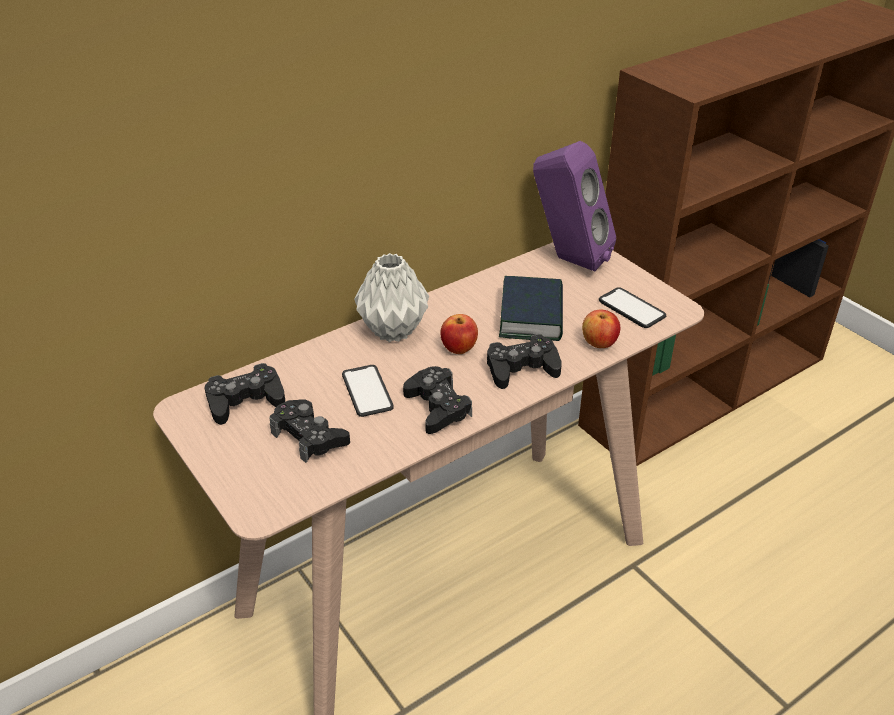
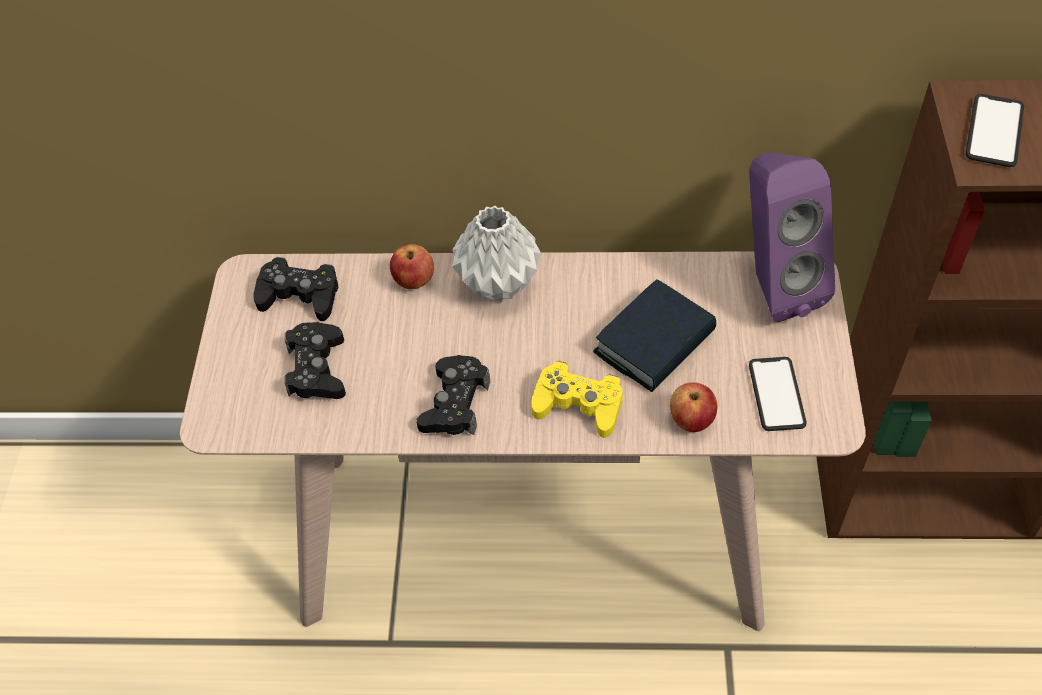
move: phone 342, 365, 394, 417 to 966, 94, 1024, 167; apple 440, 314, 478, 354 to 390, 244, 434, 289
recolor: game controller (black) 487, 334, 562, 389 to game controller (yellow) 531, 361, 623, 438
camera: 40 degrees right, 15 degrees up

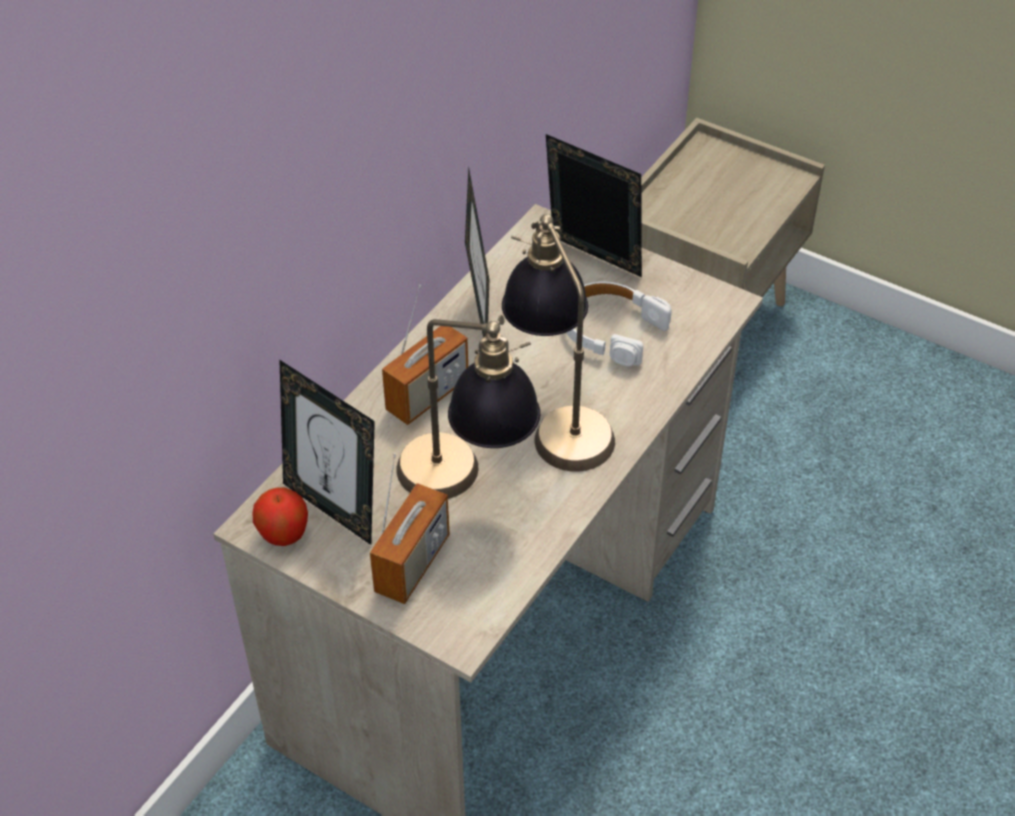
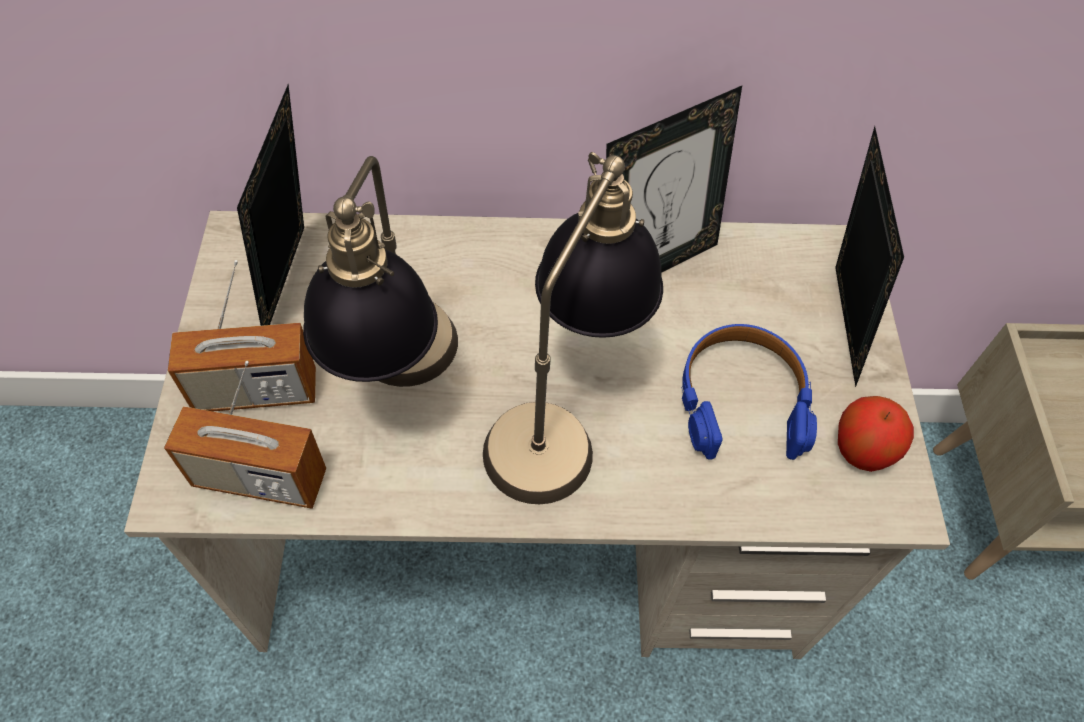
move: apple 252, 487, 308, 546 to 838, 396, 914, 472; radio 382, 285, 468, 425 to 164, 361, 326, 509
recolor: headphones (white) 566, 282, 672, 366 to headphones (blue) 682, 324, 817, 460
camera: 55 degrees right, 10 degrees up

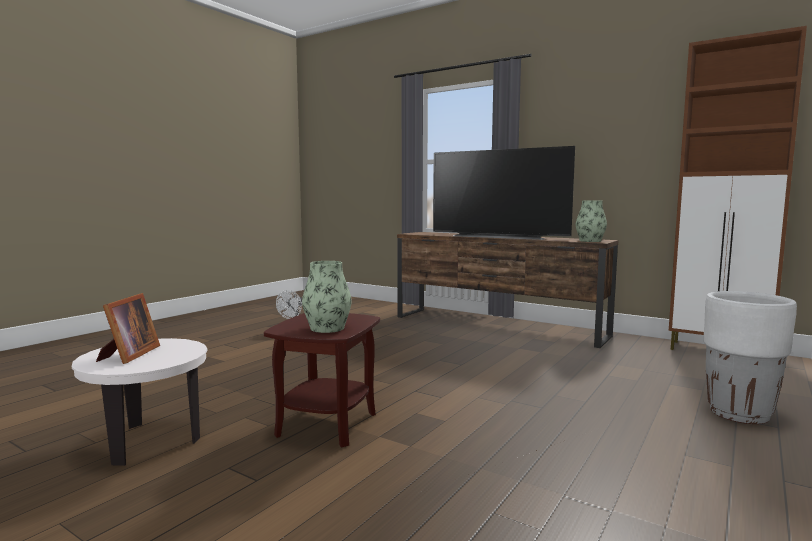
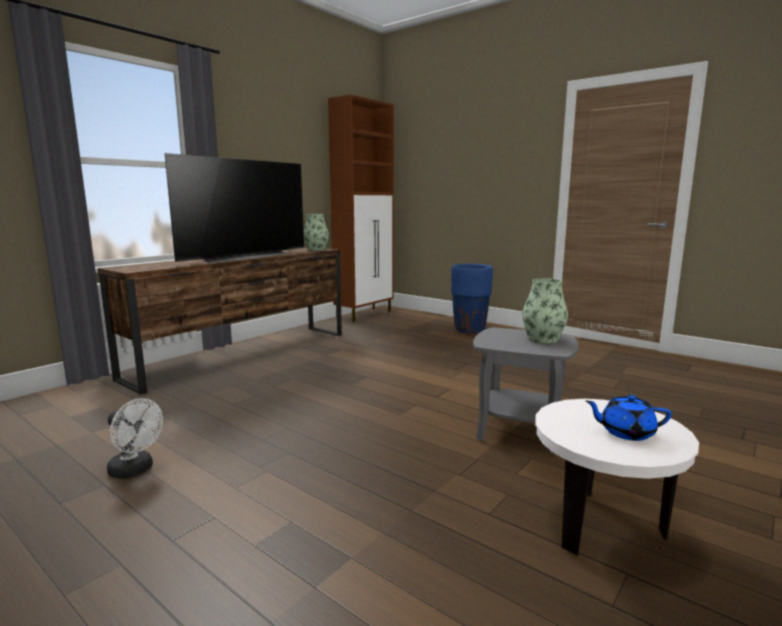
replace: picture frame 96, 293, 160, 364 to teapot (blue) 585, 394, 672, 441
recolor: side table (brown) 264, 313, 380, 447 to side table (grey) 473, 327, 579, 454; planter (white) 703, 291, 797, 424 to planter (blue) 451, 264, 493, 334
camera: 85 degrees left, 5 degrees up

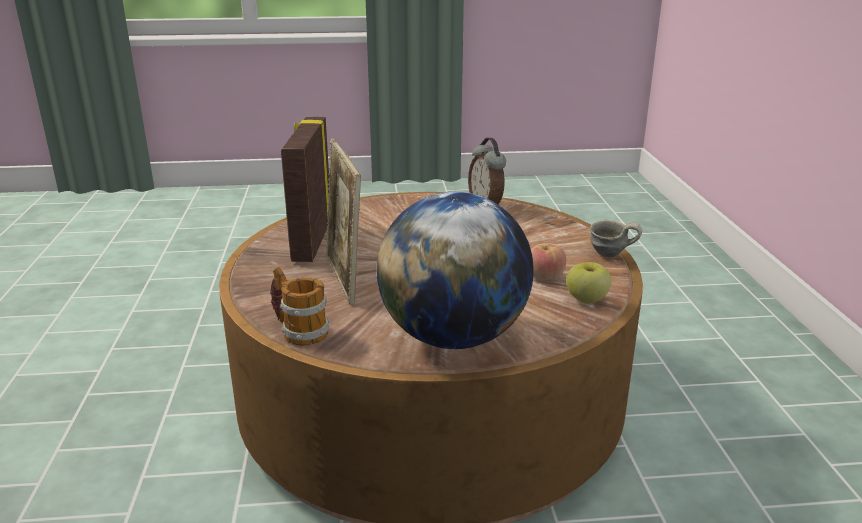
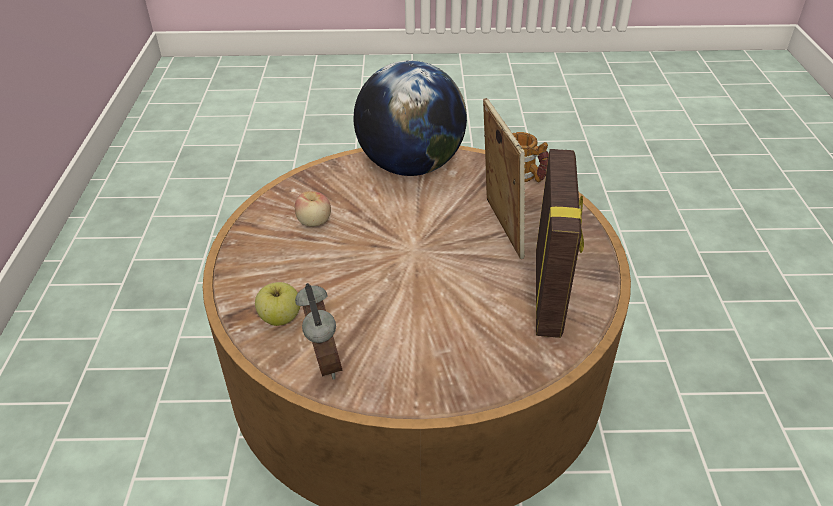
delete: mug (grey) 590, 220, 642, 258
move: apple 566, 262, 611, 303 to 255, 282, 300, 326
camera: 175 degrees left, 15 degrees up

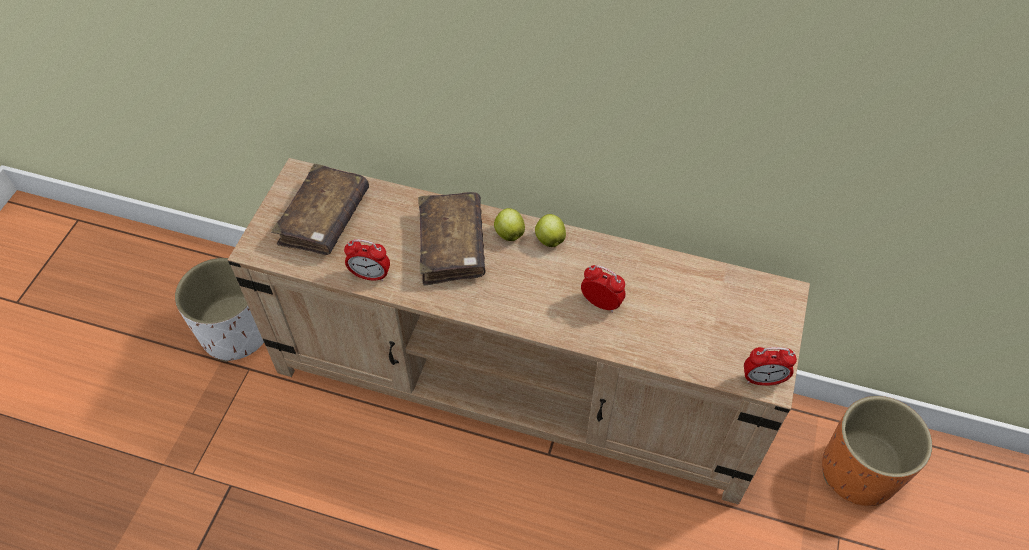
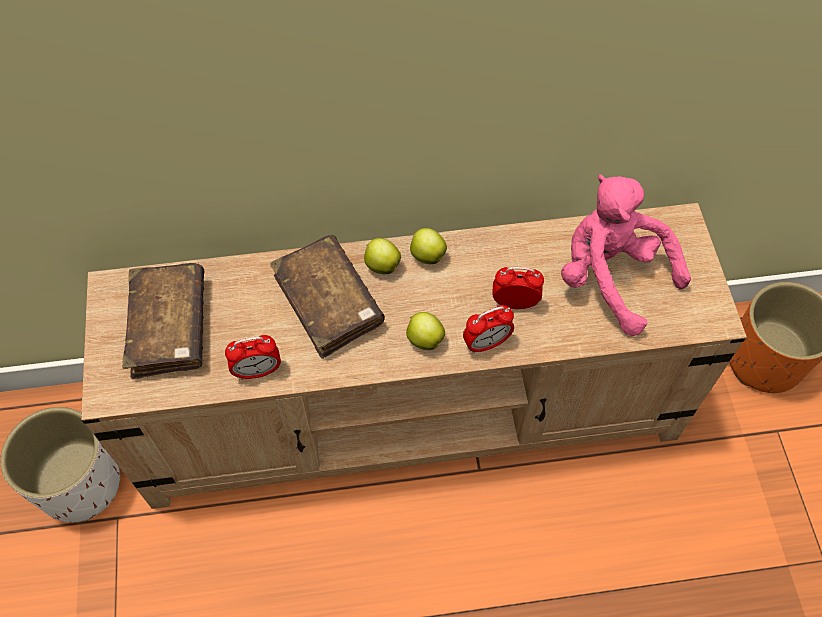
insert: apple 406, 312, 445, 350; plush toy (pink) 561, 175, 691, 336
move: alarm clock 744, 347, 797, 386 to 463, 305, 514, 354
camera: 25 degrees left, 5 degrees up

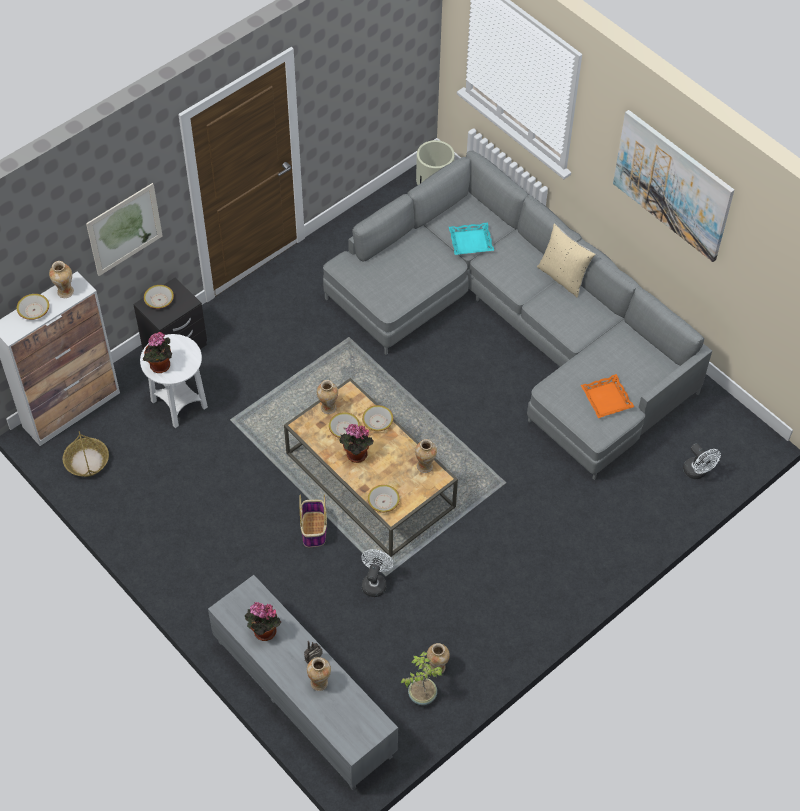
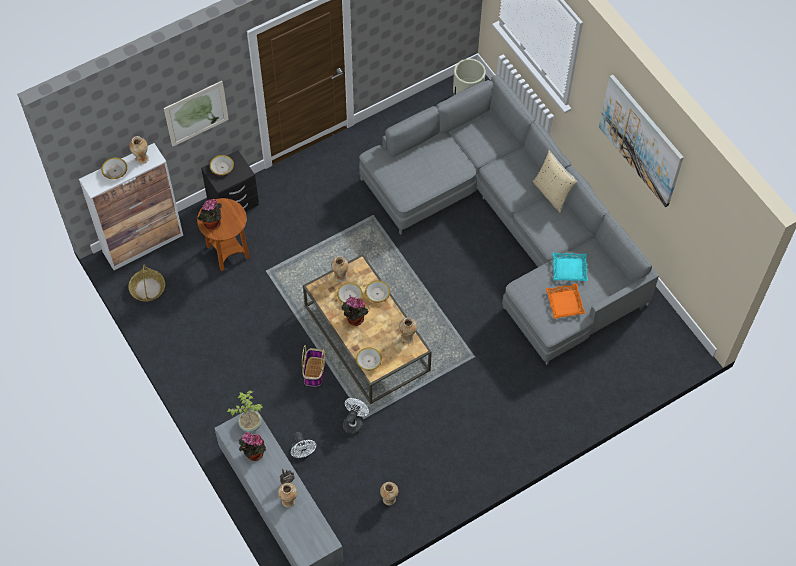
move: potted plant 400, 652, 443, 705 to 227, 390, 262, 432; tray (turquoise) 449, 223, 494, 255 to 552, 253, 588, 281; fan (white) 683, 443, 721, 479 to 291, 432, 316, 460
recolor: side table (white) 140, 334, 208, 428 to side table (brown) 197, 198, 250, 271
camera: 10 degrees right, 5 degrees up

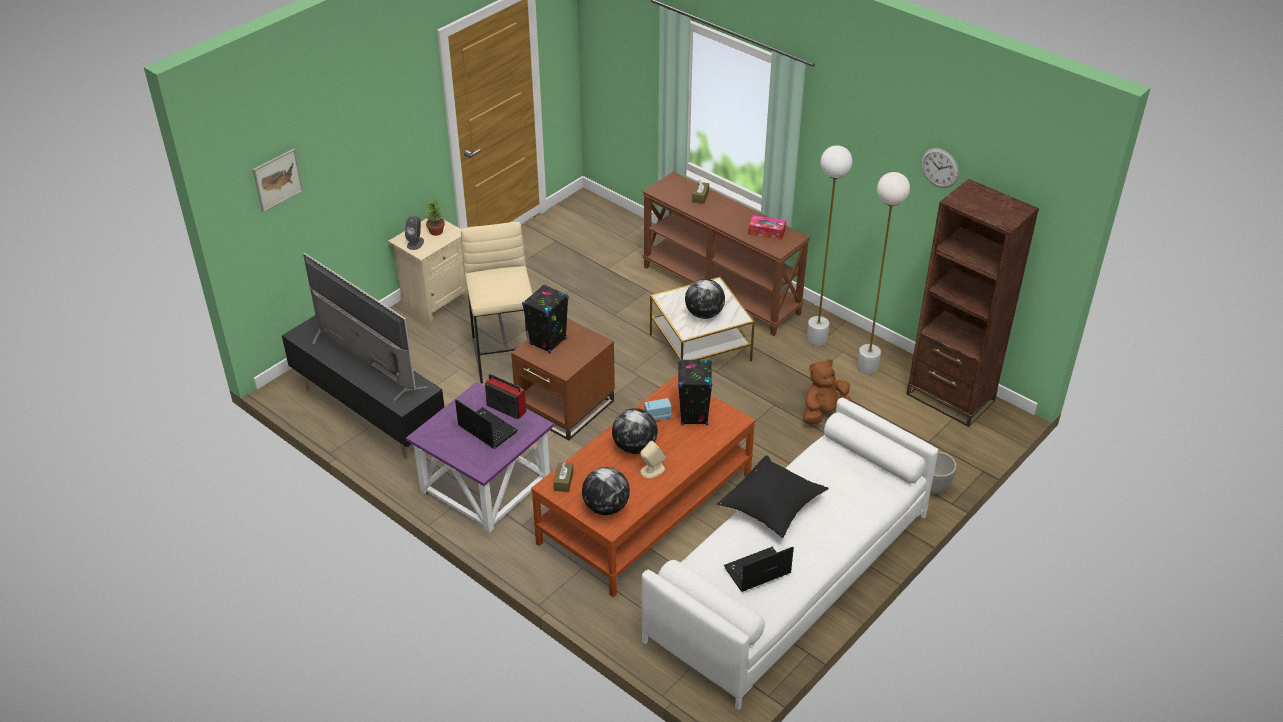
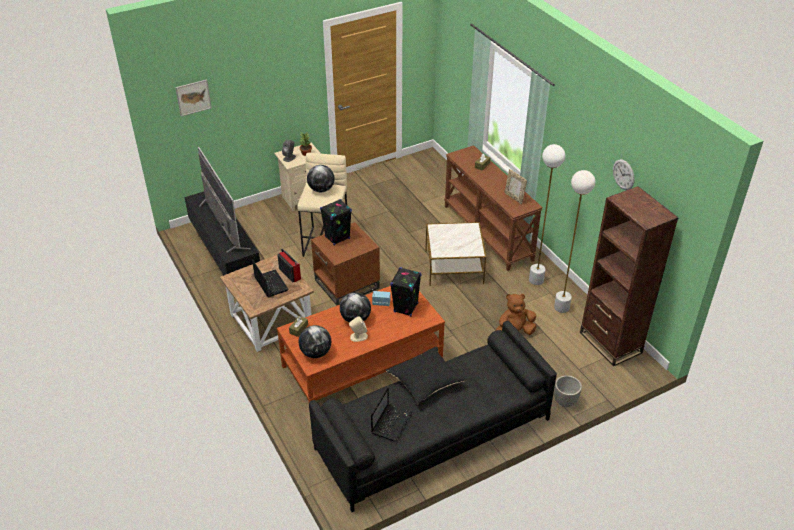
move: globe 685, 279, 725, 319 to 307, 165, 335, 192
replace: tissue box 749, 215, 786, 240 to picture frame 504, 169, 527, 204
recolor: side table (purple) 406, 382, 554, 533 to side table (brown) 220, 255, 314, 352; sofa (white) 641, 397, 938, 710 to sofa (black) 309, 321, 557, 512
rotate: laptop 724, 547, 794, 592 = 371, 387, 412, 442 120 degrees clockwise
camera: 20 degrees right, 0 degrees up

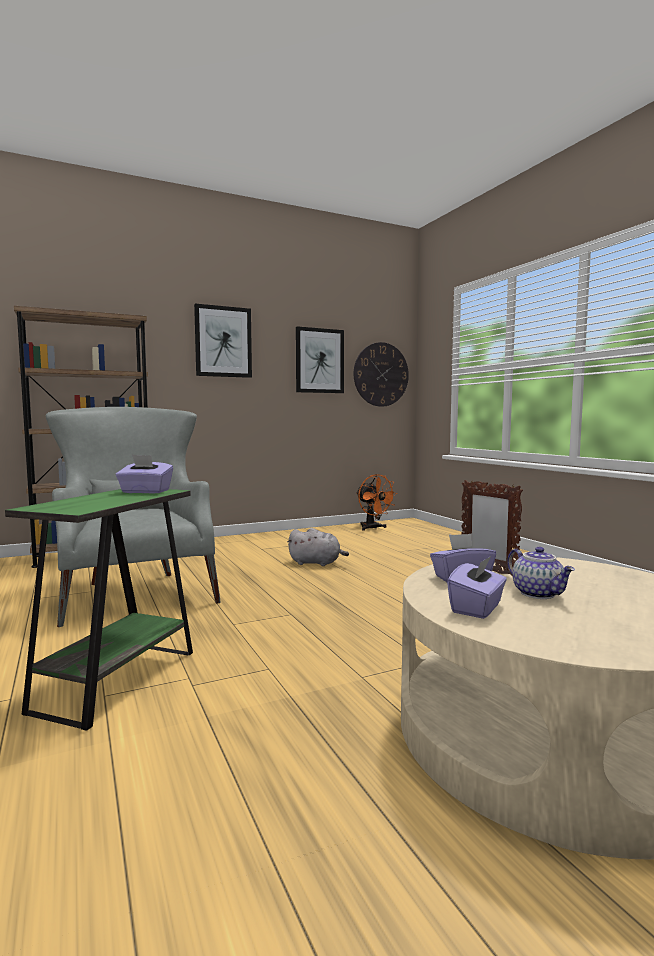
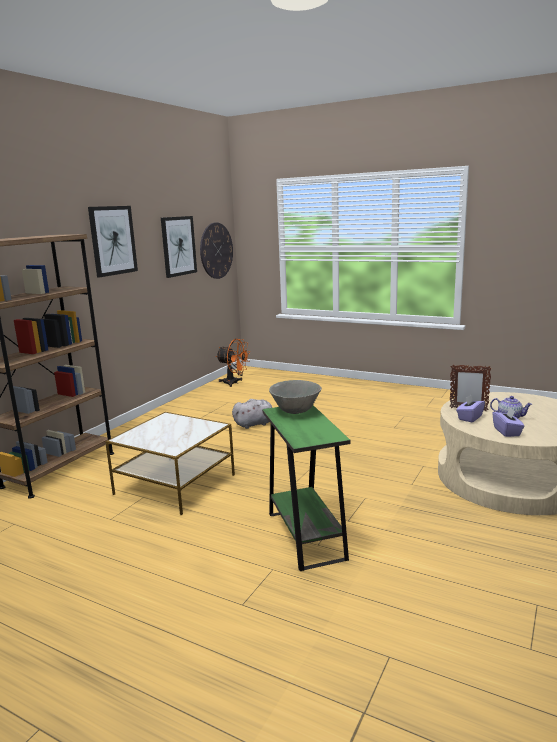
replace: armchair (grey) 46, 407, 221, 627 to side table 105, 412, 235, 515; tissue box (purple) 116, 455, 173, 494 to bowl (grey) 269, 380, 322, 414
camera: 35 degrees left, 10 degrees up

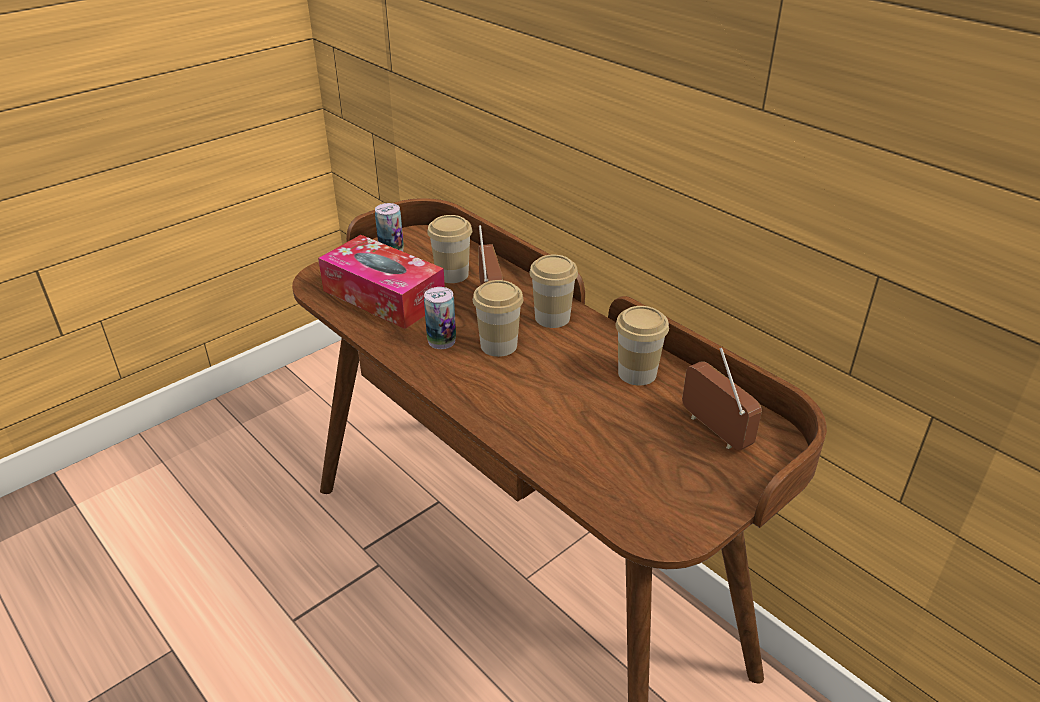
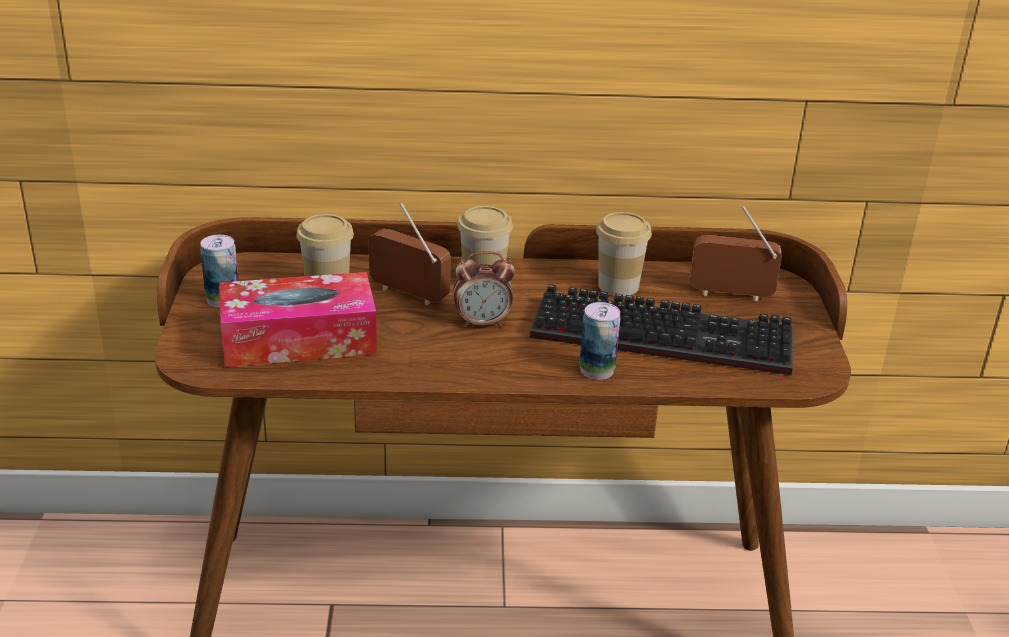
insert: keyboard 530, 284, 794, 375
move: can 424, 287, 456, 349 to 580, 302, 620, 380
replace: cup 473, 280, 524, 357 to alarm clock 453, 251, 515, 328
camera: 50 degrees left, 5 degrees down

